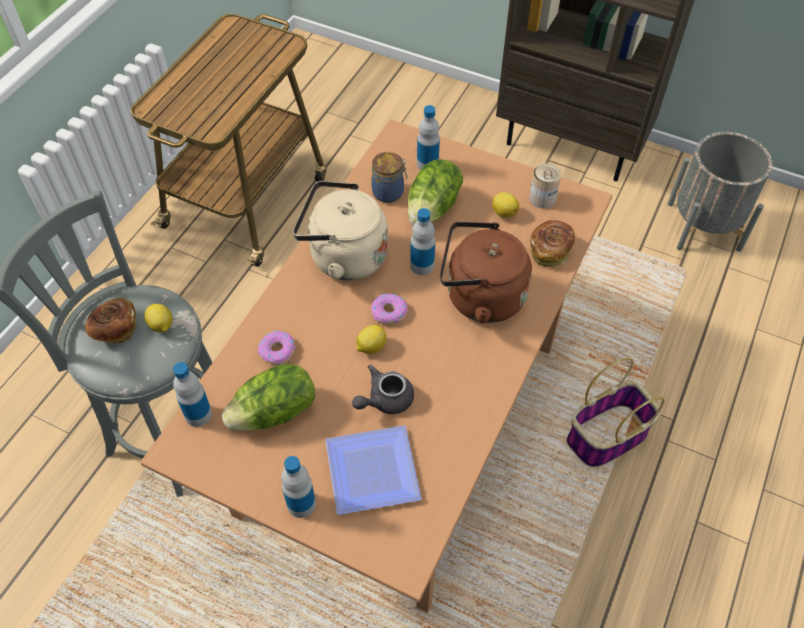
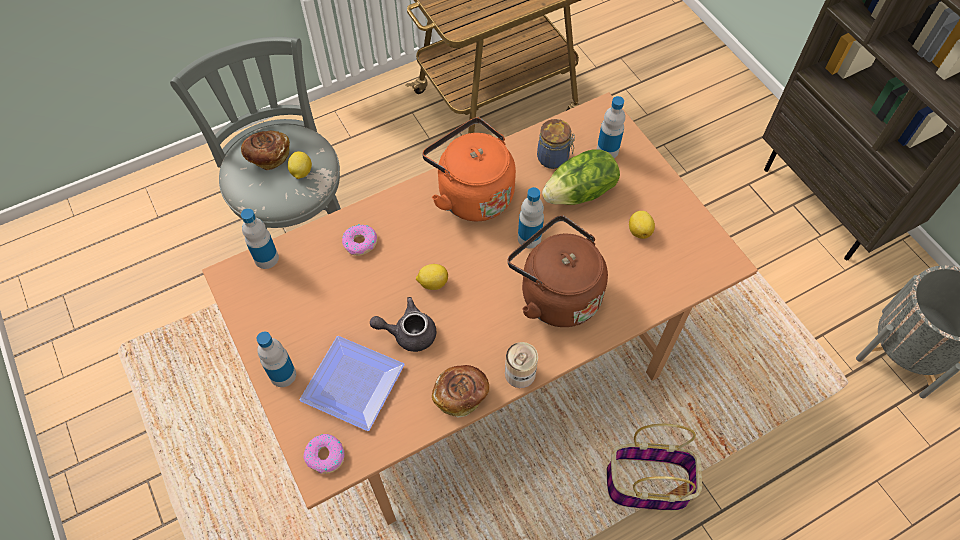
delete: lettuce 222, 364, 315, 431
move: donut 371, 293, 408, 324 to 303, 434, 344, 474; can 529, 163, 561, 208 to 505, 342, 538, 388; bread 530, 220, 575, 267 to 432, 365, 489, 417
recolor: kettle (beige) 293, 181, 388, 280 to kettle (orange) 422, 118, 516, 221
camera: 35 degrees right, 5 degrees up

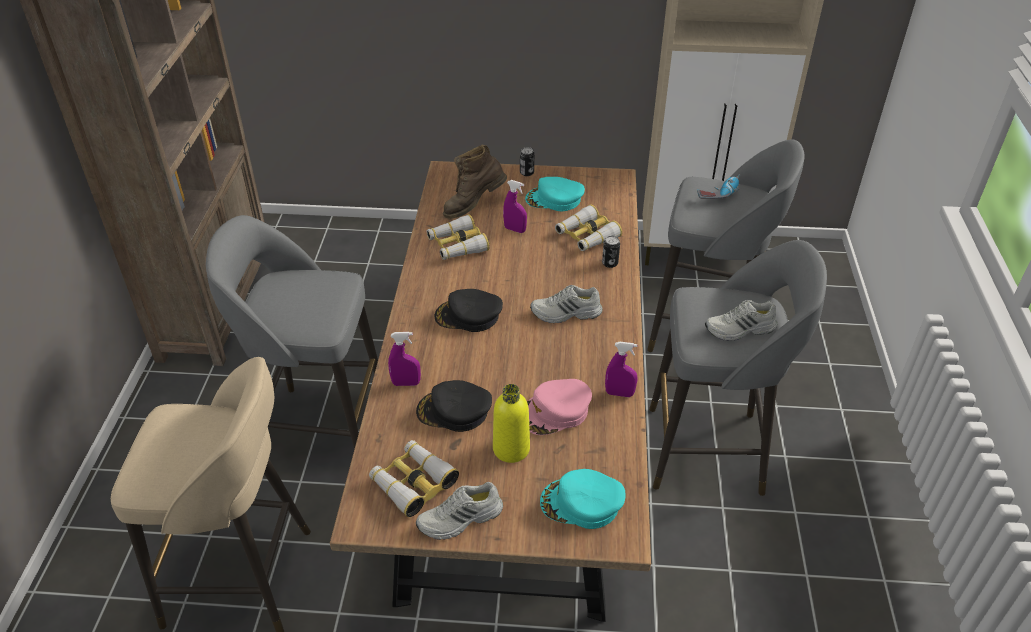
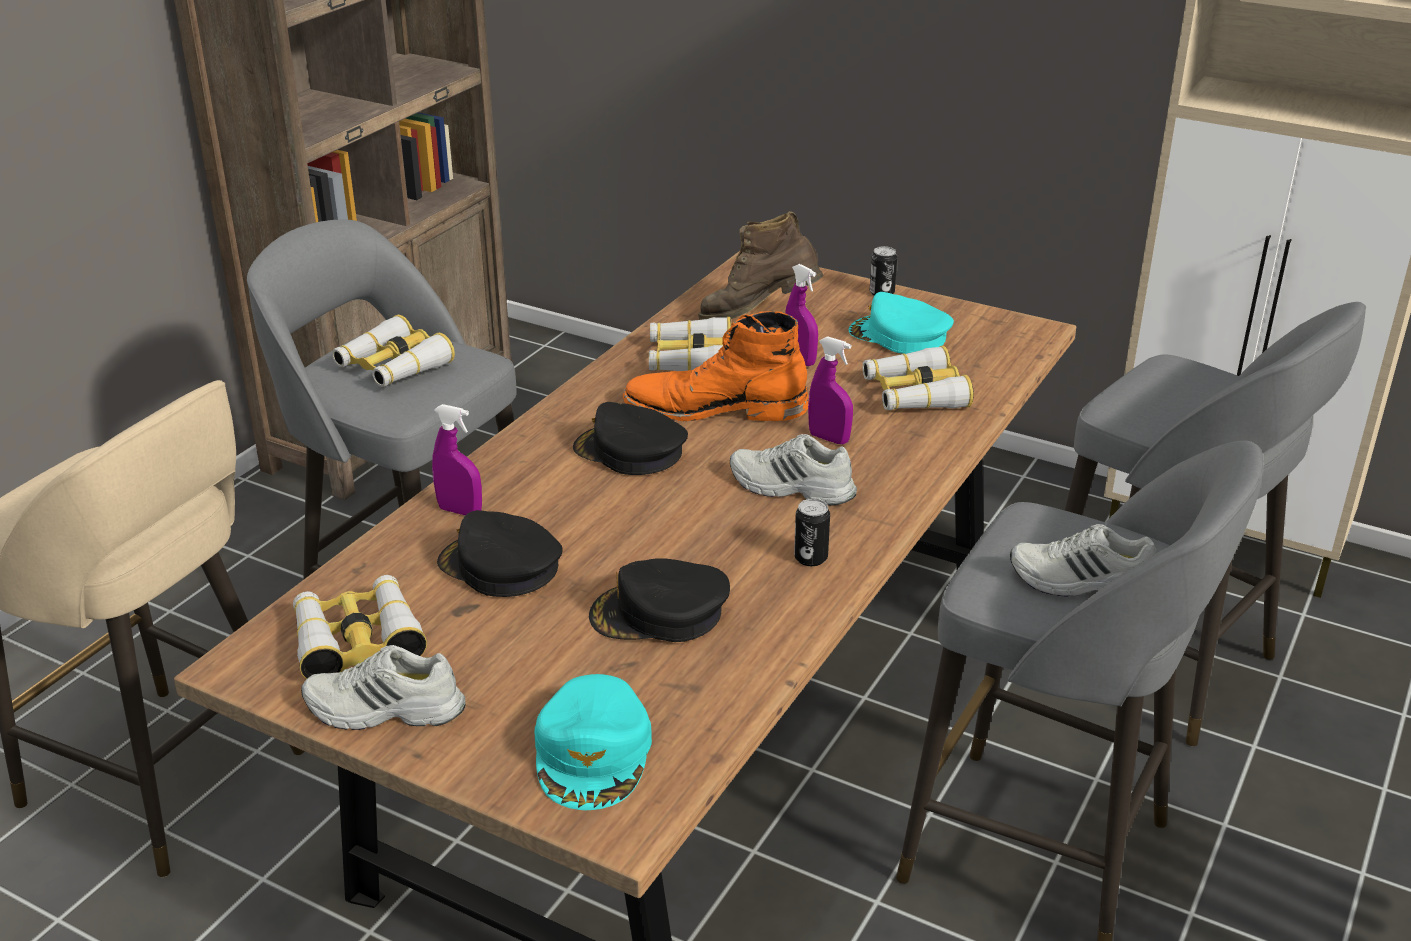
delete: bottle (yellow) 493, 384, 530, 463; power drill 697, 174, 741, 199
insert: binoculars 332, 315, 455, 387; boot (orange) 623, 311, 809, 421
move: can 602, 236, 620, 268 to 794, 499, 830, 566; spray bottle (purple) 605, 342, 638, 397 to 808, 336, 853, 444
recolor: cap (pink) 527, 379, 592, 435 to cap (black) 589, 558, 730, 642
rotate: cap (turquoise) 540, 469, 625, 529 = 535, 674, 652, 810 120 degrees counterclockwise
camera: 25 degrees right, 10 degrees down

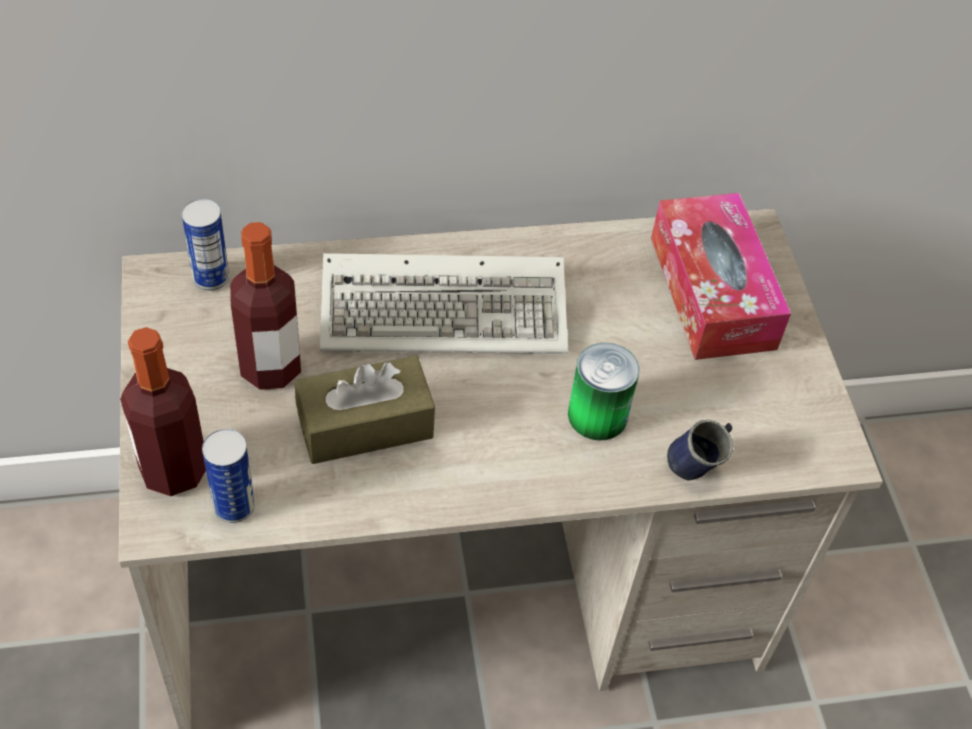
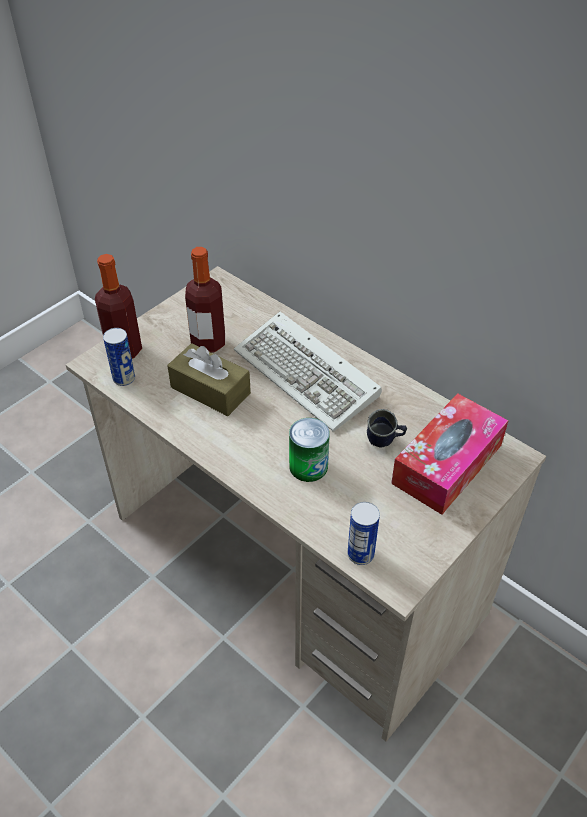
move: can 182, 199, 229, 291 to 347, 502, 380, 565; mug (blue) 667, 420, 733, 481 to 367, 409, 407, 448
camera: 55 degrees right, 5 degrees down

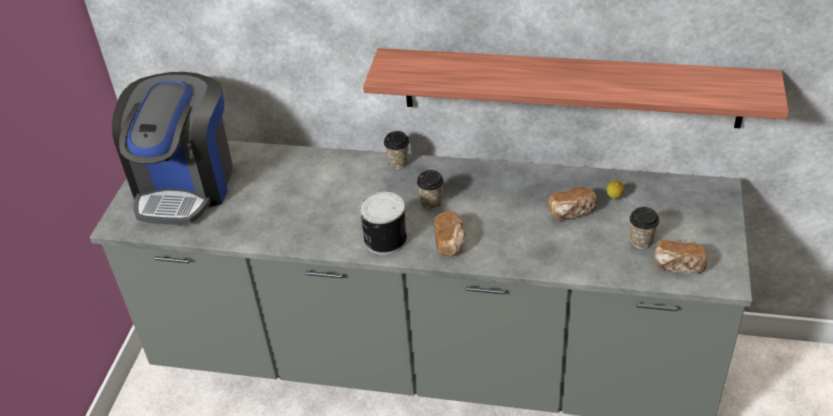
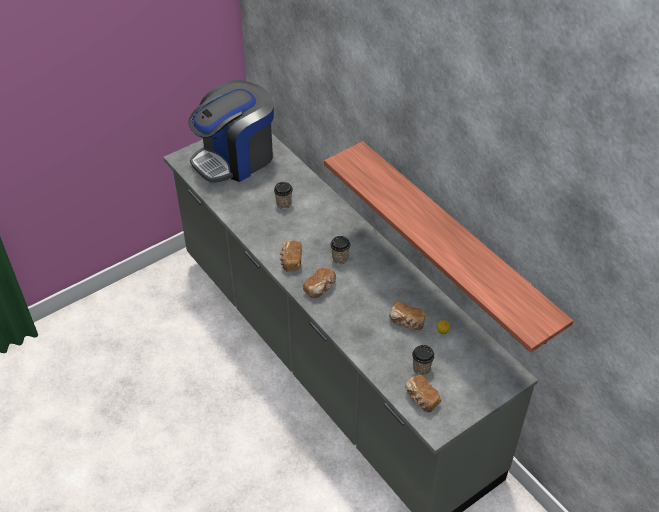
move: cup 384, 131, 410, 169 to 274, 182, 293, 209
replace: can 359, 192, 408, 255 to bread 280, 240, 302, 272
camera: 40 degrees right, 5 degrees up

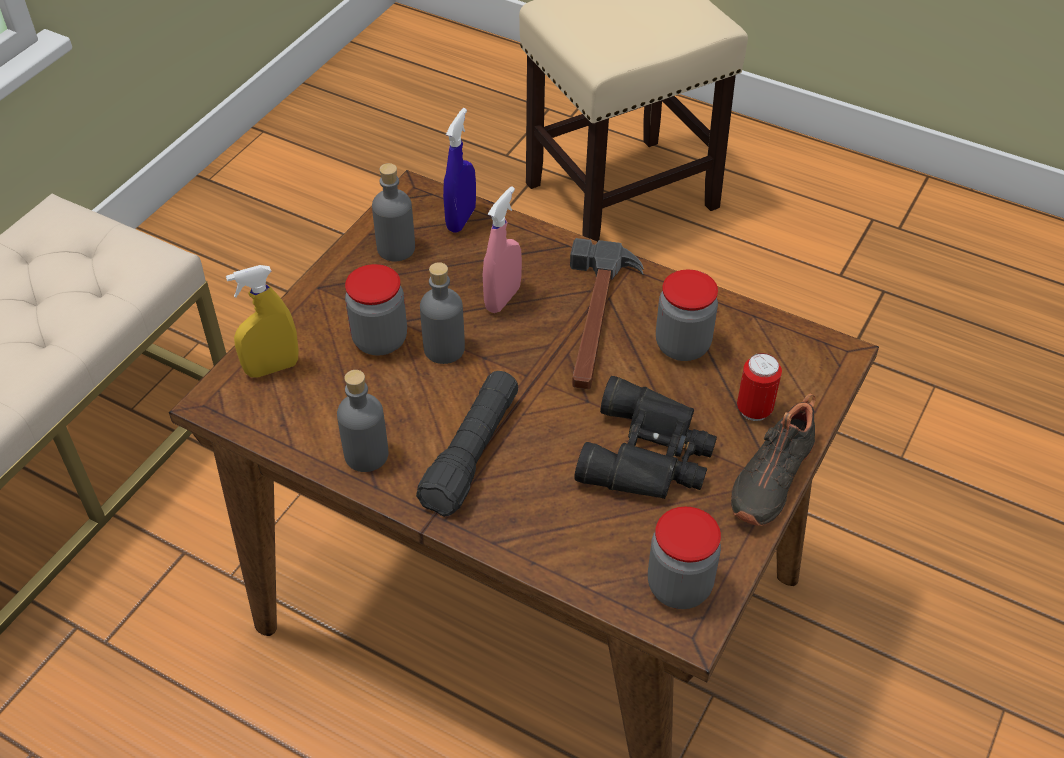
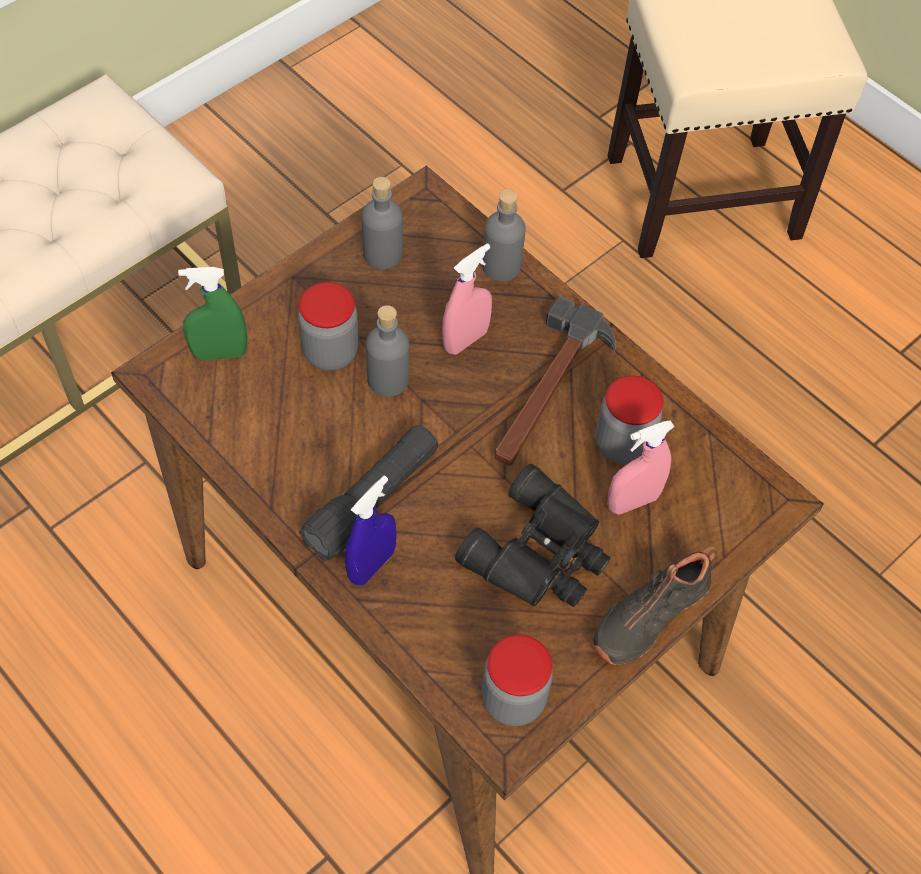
delete: can 737, 353, 782, 421
insert: spray bottle (pink) 607, 420, 674, 514
move: bottle (grey) 337, 370, 388, 472 to 482, 190, 526, 281; spray bottle (blue) 443, 108, 476, 233 to 345, 476, 397, 585
recolor: spray bottle (yellow) 226, 265, 299, 378 to spray bottle (green) 178, 267, 247, 360
camera: 15 degrees right, 10 degrees up

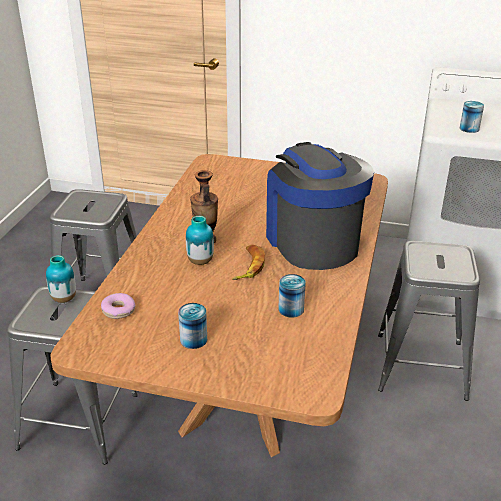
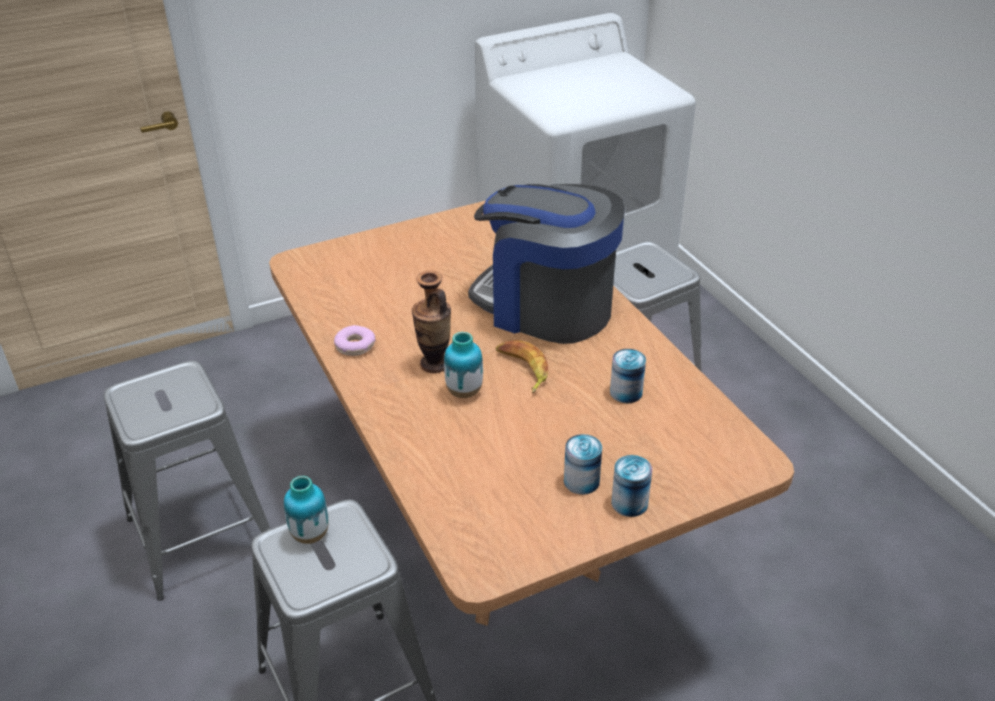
move: donut 101, 293, 135, 319 to 334, 325, 376, 356; can 460, 101, 484, 133 to 611, 455, 652, 517
camera: 40 degrees left, 5 degrees up

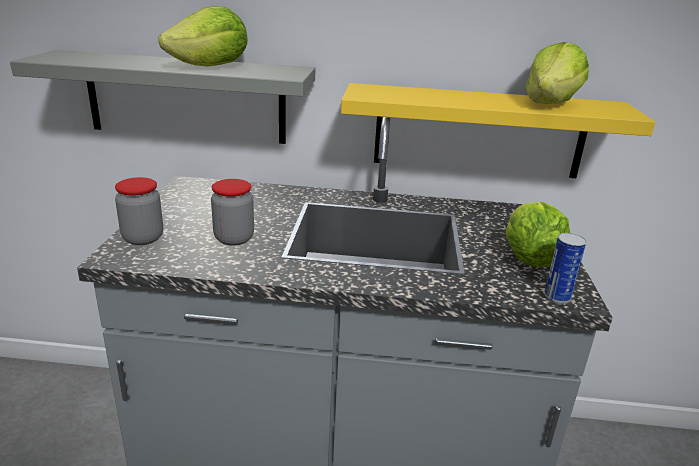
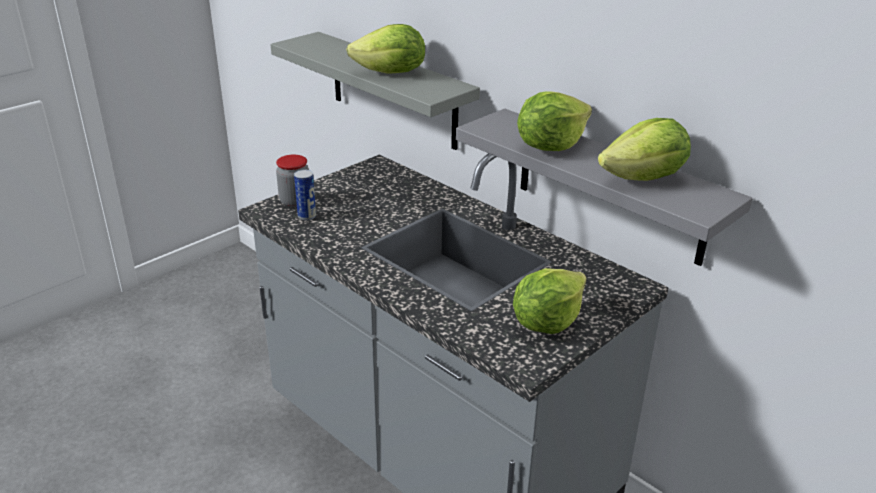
delete: jar 211, 179, 254, 246
insert: lettuce 517, 91, 592, 151
move: can 544, 233, 586, 304 to 294, 169, 316, 220
recolor: shelf (yellow) 341, 83, 655, 178 to shelf (grey) 456, 109, 753, 266
camera: 40 degrees right, 5 degrees up

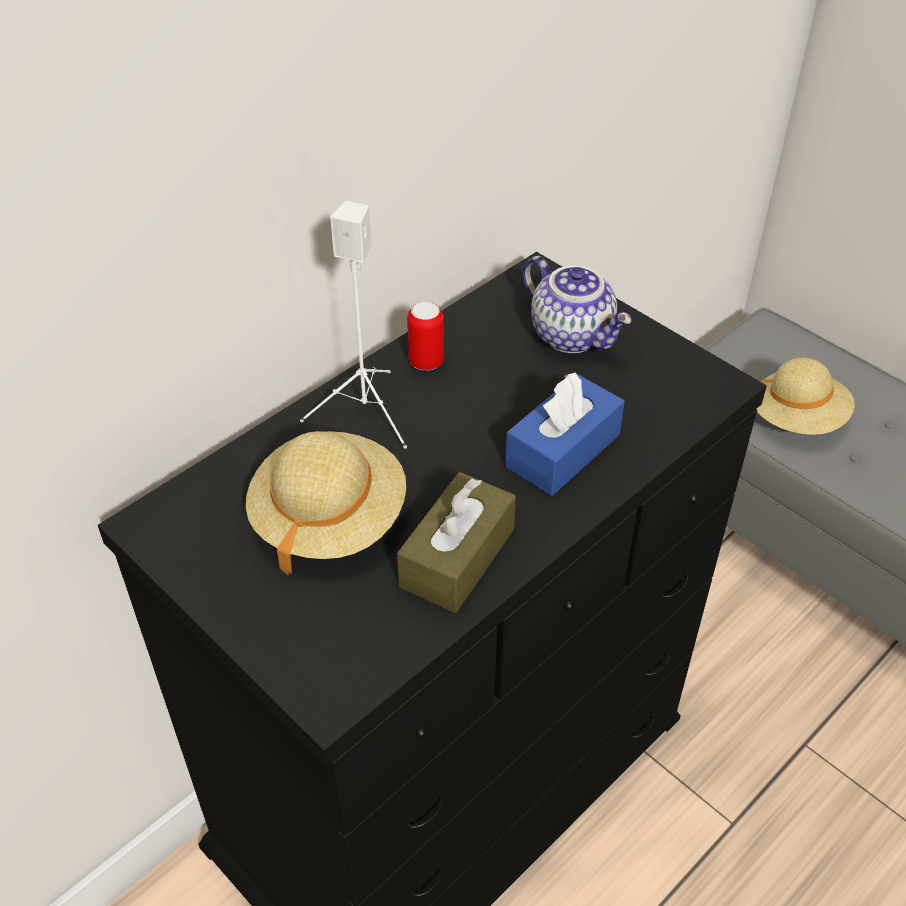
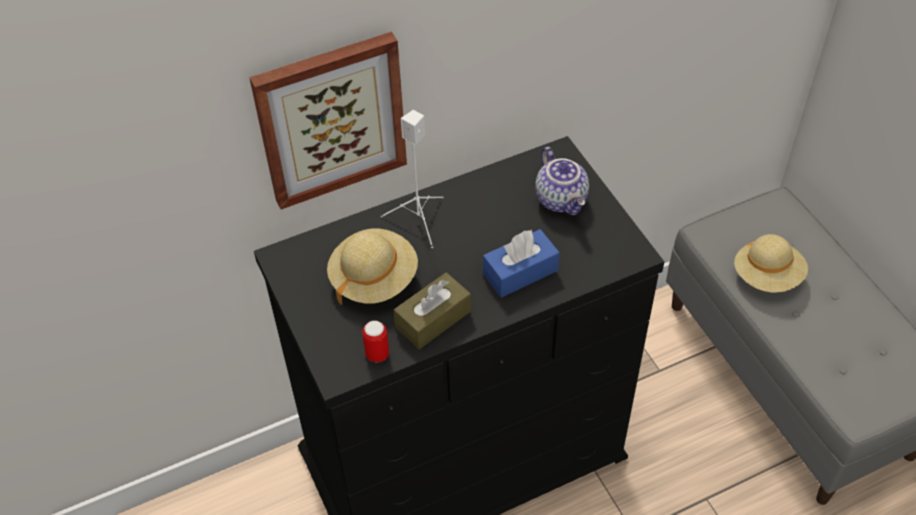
insert: picture 249, 32, 407, 209
move: can 407, 302, 444, 371 to 362, 321, 389, 362
camera: 20 degrees right, 5 degrees up

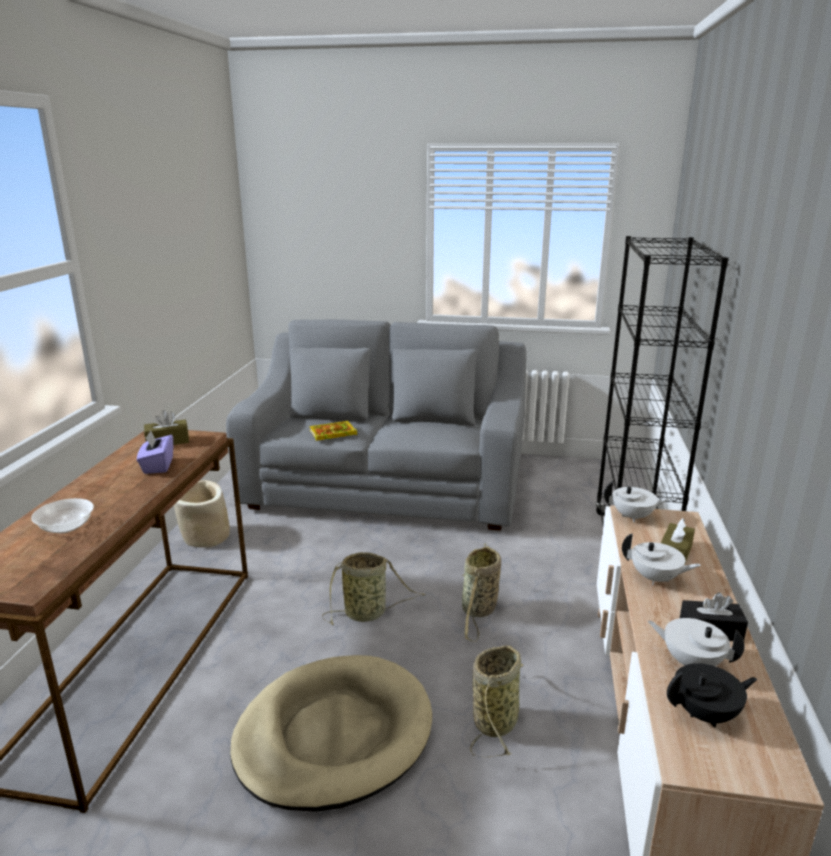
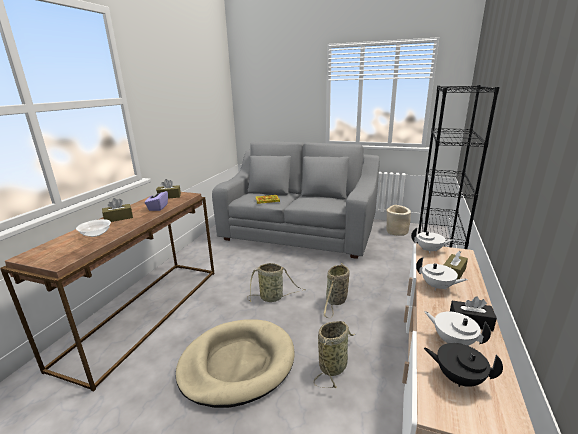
insert: tissue box (brown) 102, 198, 133, 222
move: planter (beige) 174, 480, 230, 548 to 386, 205, 411, 236
rotate: teapot (black) 667, 663, 757, 728 = 424, 343, 503, 387 150 degrees counterclockwise
camera: 10 degrees right, 0 degrees up

